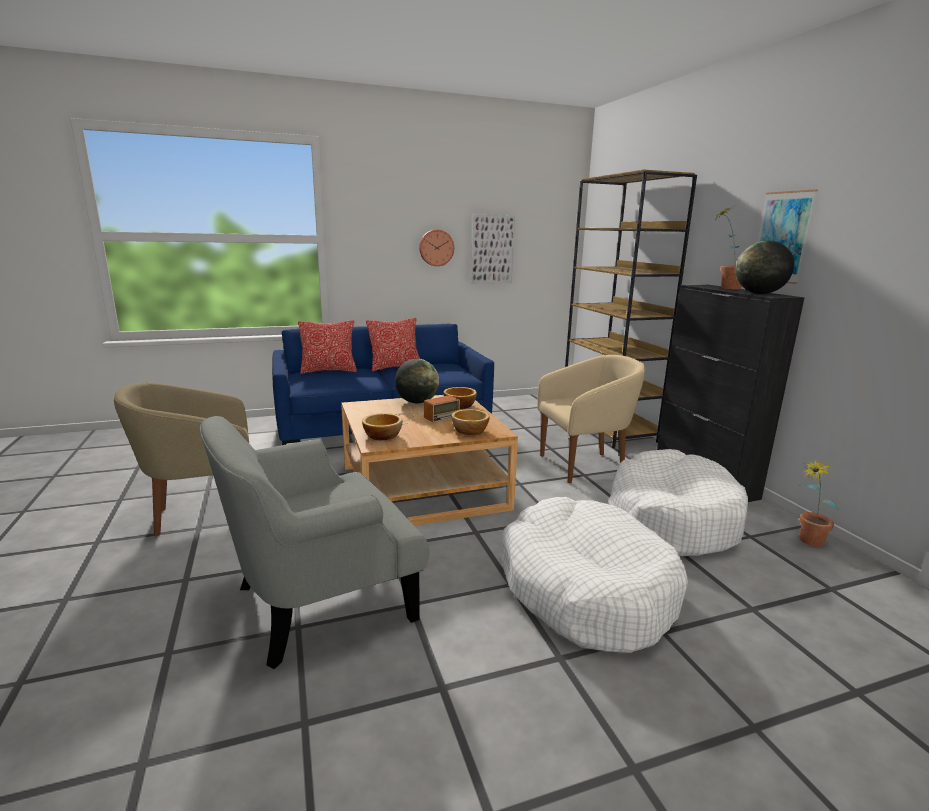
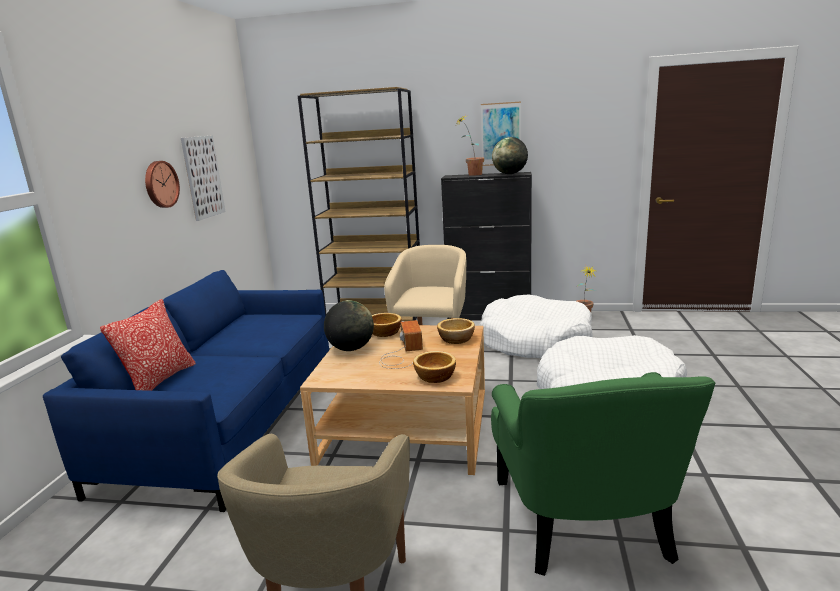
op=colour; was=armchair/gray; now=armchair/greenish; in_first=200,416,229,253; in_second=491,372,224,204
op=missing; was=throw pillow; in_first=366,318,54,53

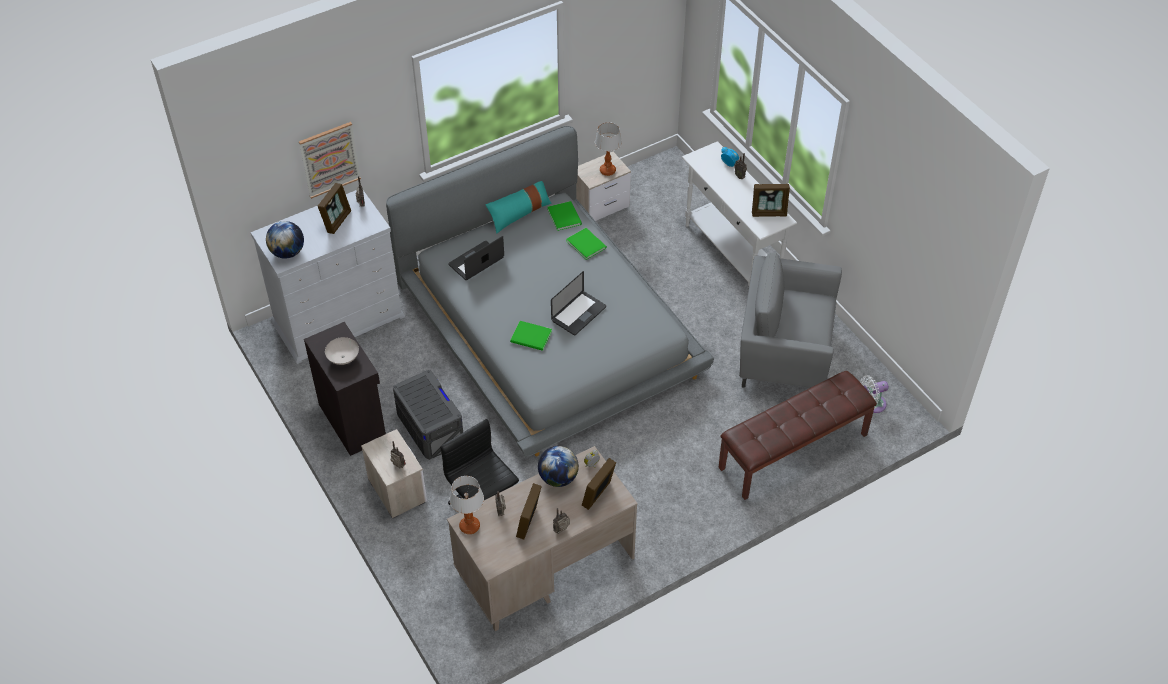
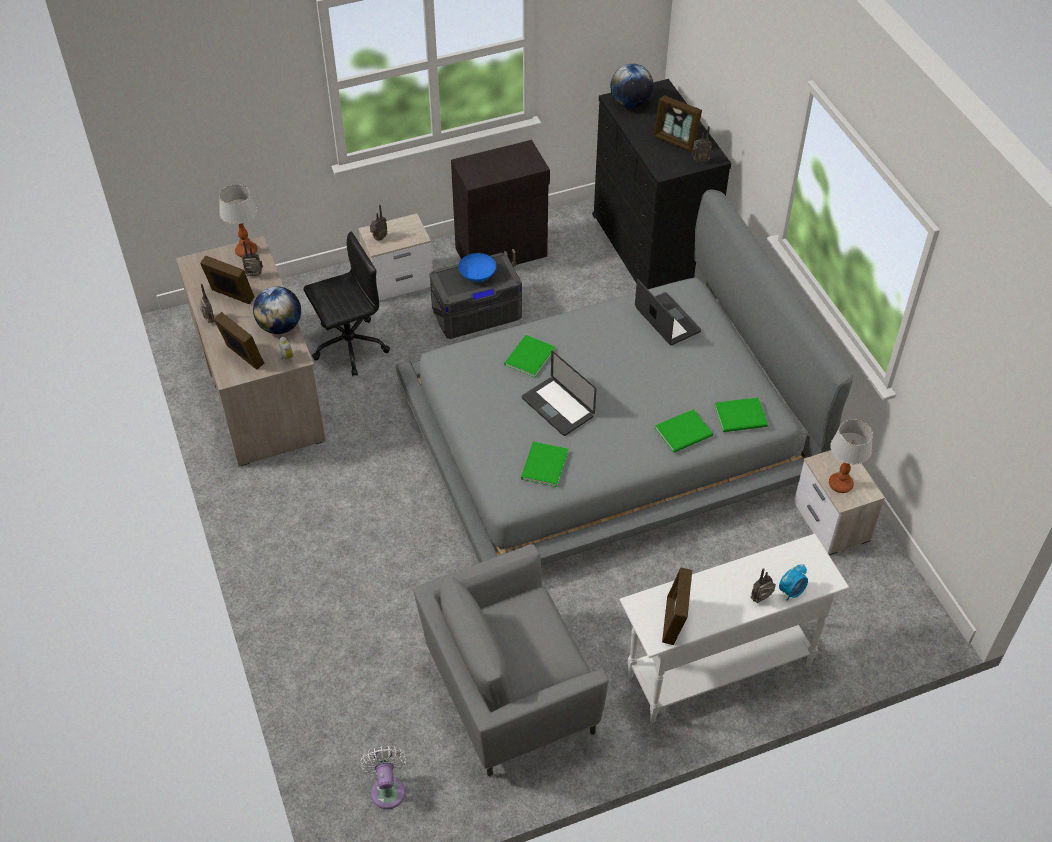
op=colour; was=drawer chest/white; now=drawer chest/blackish; in_first=251,190,154,174; in_second=592,79,139,210
op=missing; was=picture; in_first=299,122,62,77
op=missing; was=bowl/white; in_first=325,337,34,28
op=missing; was=throw pillow/blue-green; in_first=486,181,66,52
op=missing; was=indoor bench/brown-coloured; in_first=718,371,159,129
op=spun; was=armchair/gray; in_first=739,252,103,136; in_second=414,544,195,232; clockwise=-135
op=appeared; now=bowl/blue; in_second=458,253,38,29
op=appeared; now=volume/greenish; in_second=521,442,47,45

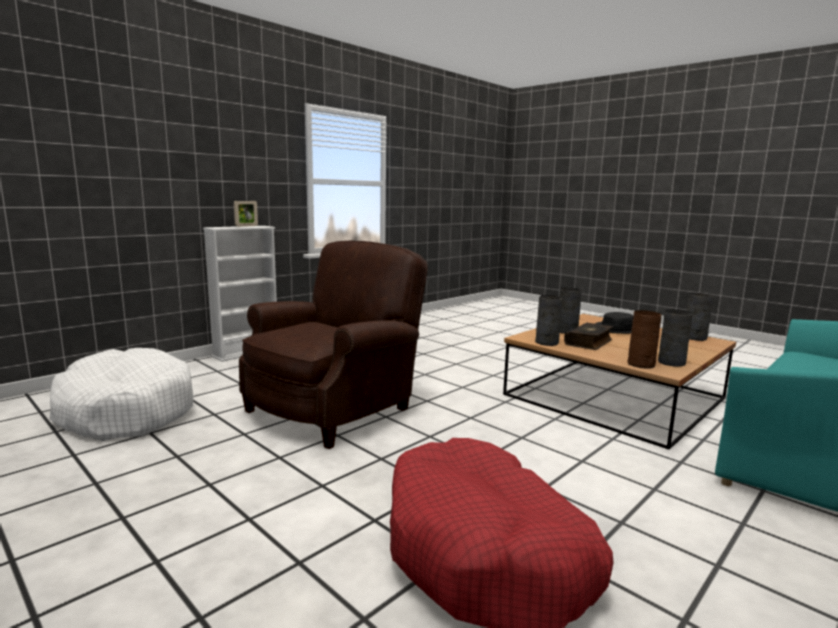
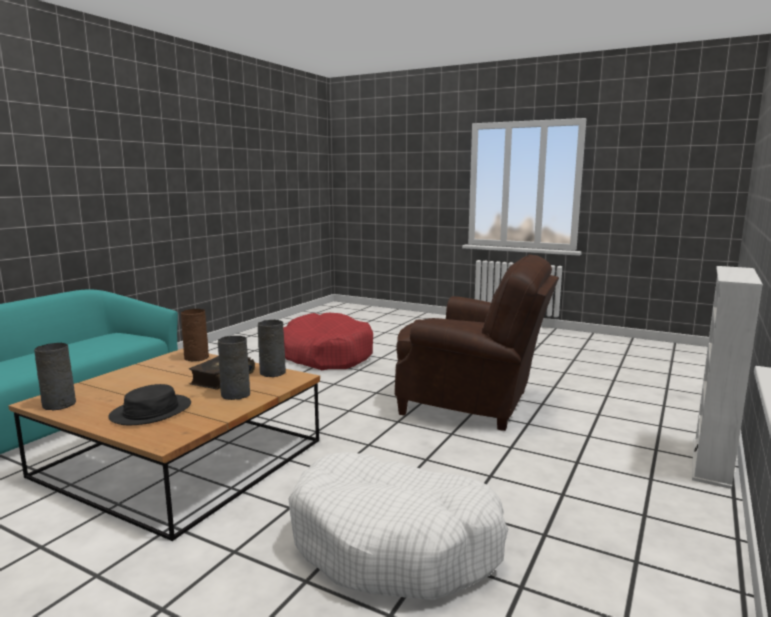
op=relocated; was=pet bed/white; in_first=49,348,145,93; in_second=289,452,219,148
op=missing; was=picture frame; in_first=234,201,24,26
op=spun; was=armchair/brown-coloured; in_first=239,241,189,208; in_second=395,254,164,177; clockwise=-90
op=missing; was=vase/gray; in_first=658,309,35,58

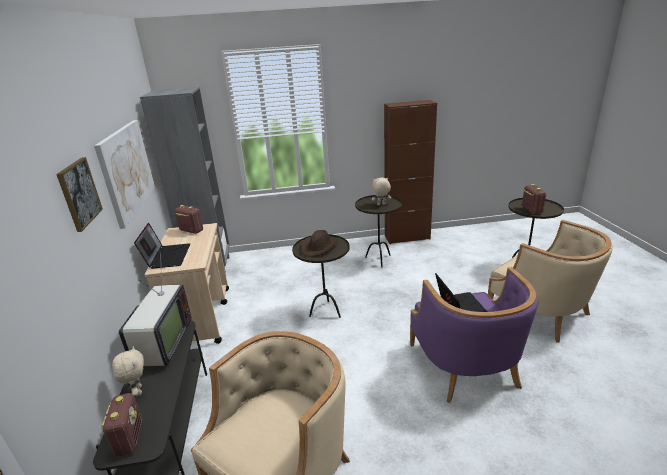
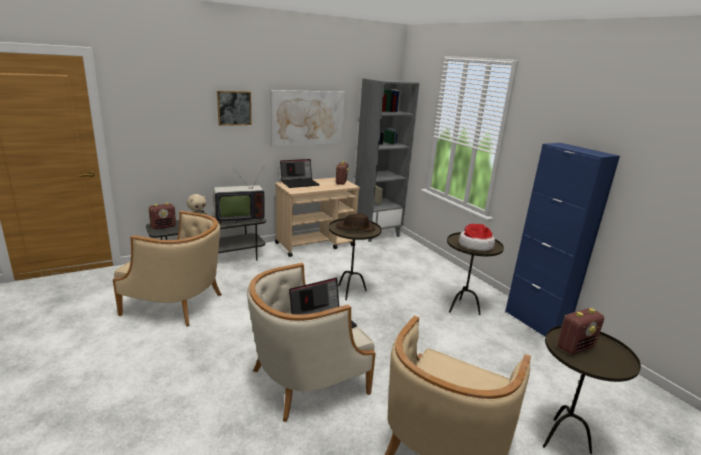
op=exchanged; was=cuddly toy/sand-coloured; now=clothing hat; in_first=372,178,19,27; in_second=459,224,36,27
op=colour; was=cupboard/brown-coloured; now=cupboard/blue; in_first=384,100,53,144; in_second=505,143,115,194
op=colour; was=armchair/purple; now=armchair/sand-coloured; in_first=410,267,128,136; in_second=247,263,129,159

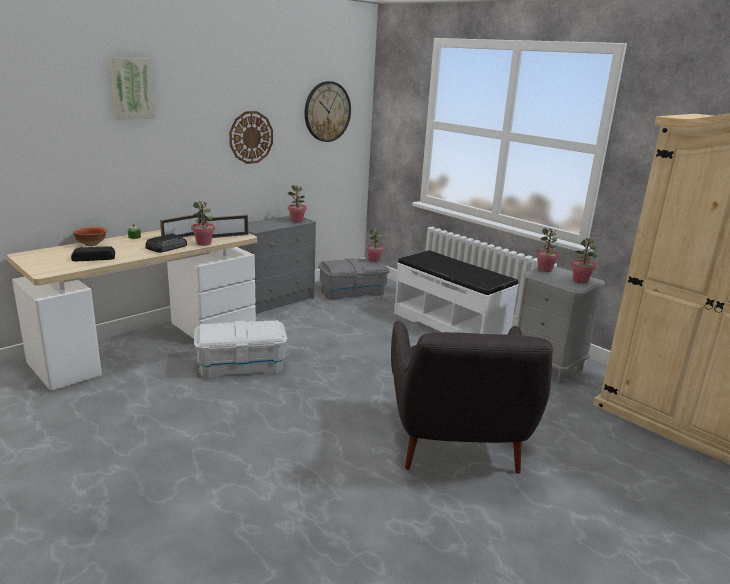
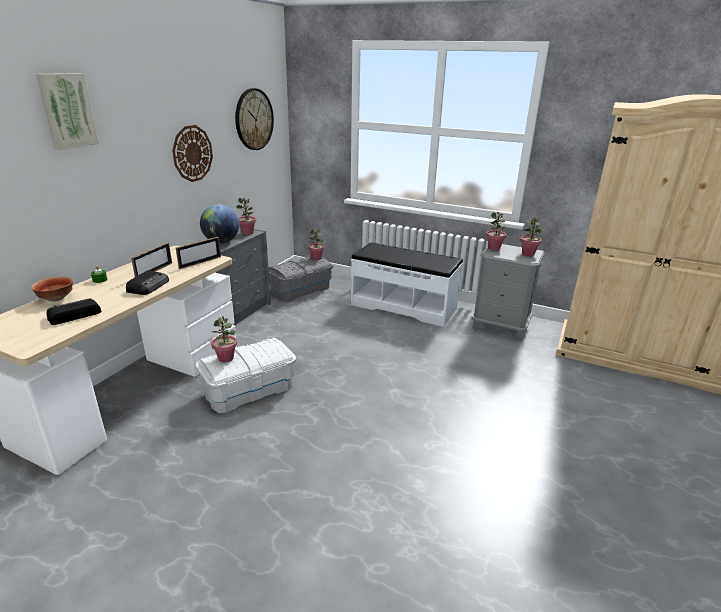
op=relocated; was=plant in a pot; in_first=191,201,24,45; in_second=211,316,26,47
op=missing; was=armchair/gray; in_first=391,321,162,153
op=appeared; now=globe; in_second=200,205,39,38

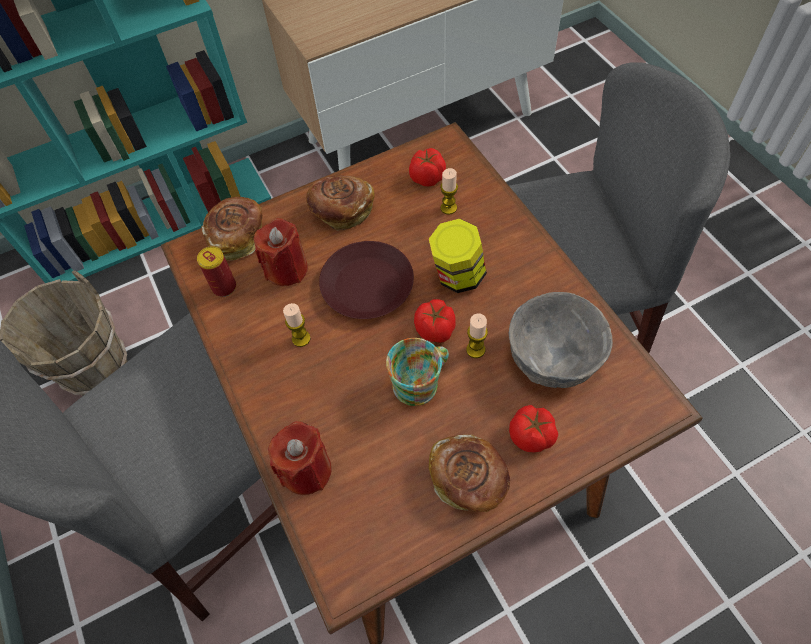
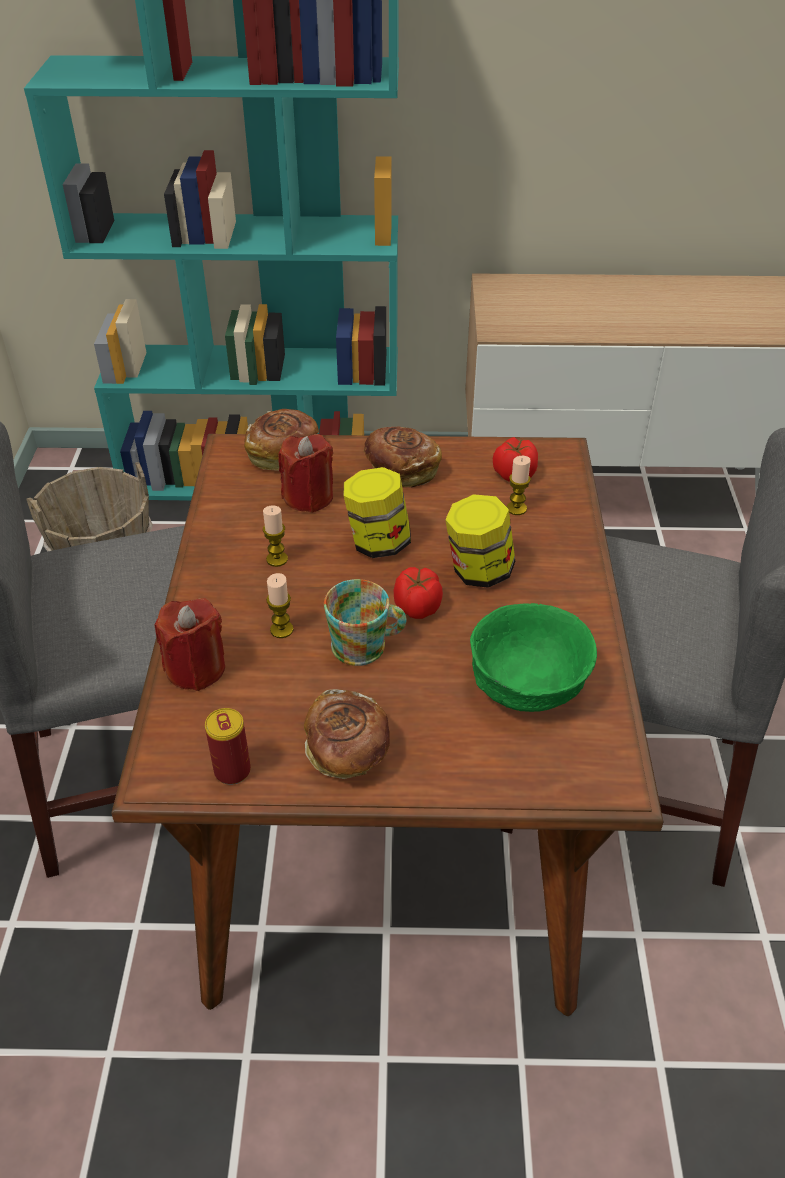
op=relocated; was=sealed can; in_first=197,246,39,51; in_second=205,708,46,77
op=exchanged; was=plate/brown-coloured; now=jar; in_first=319,241,95,78; in_second=343,467,68,91
op=relocated; was=wax candle; in_first=466,313,22,45; in_second=266,573,28,65
op=colour; was=bowl/gray; now=bowl/greenish; in_first=509,292,104,96; in_second=470,603,127,109
op=missing; was=whole tomato; in_first=509,405,49,47

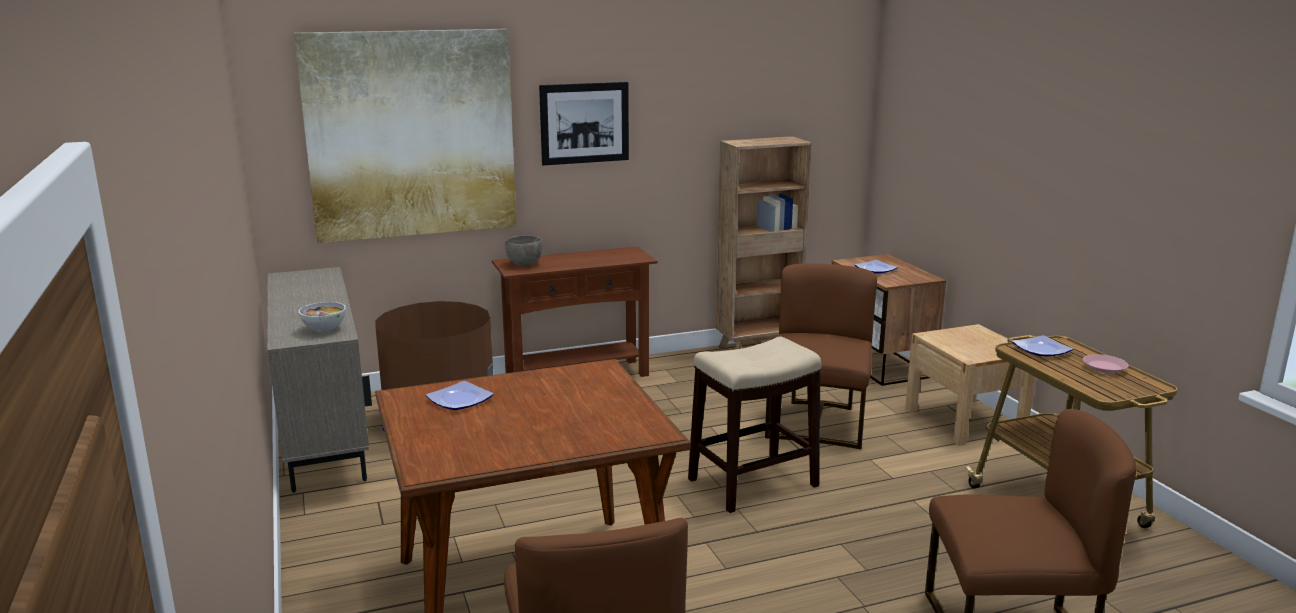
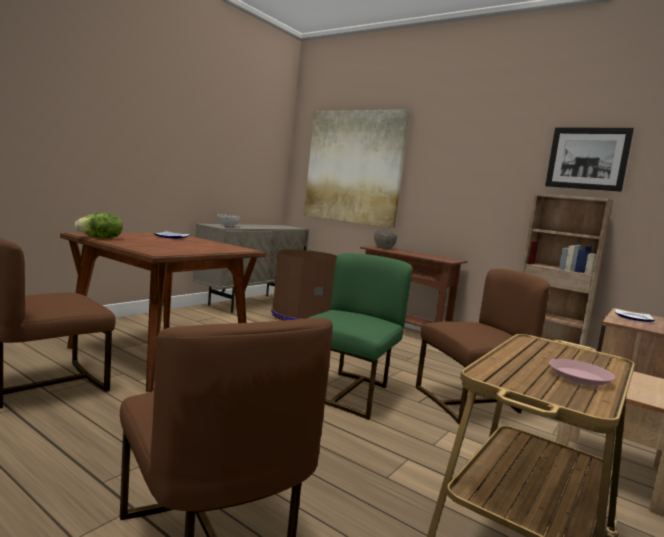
op=relocated; was=picture; in_first=539,82,90,84; in_second=545,127,89,65
op=exchanged; was=sitting stool; now=chair/greenish; in_first=688,337,134,176; in_second=309,253,104,167
op=missing; was=plate; in_first=1012,335,61,21
op=appeared; now=lettuce; in_second=75,213,48,25

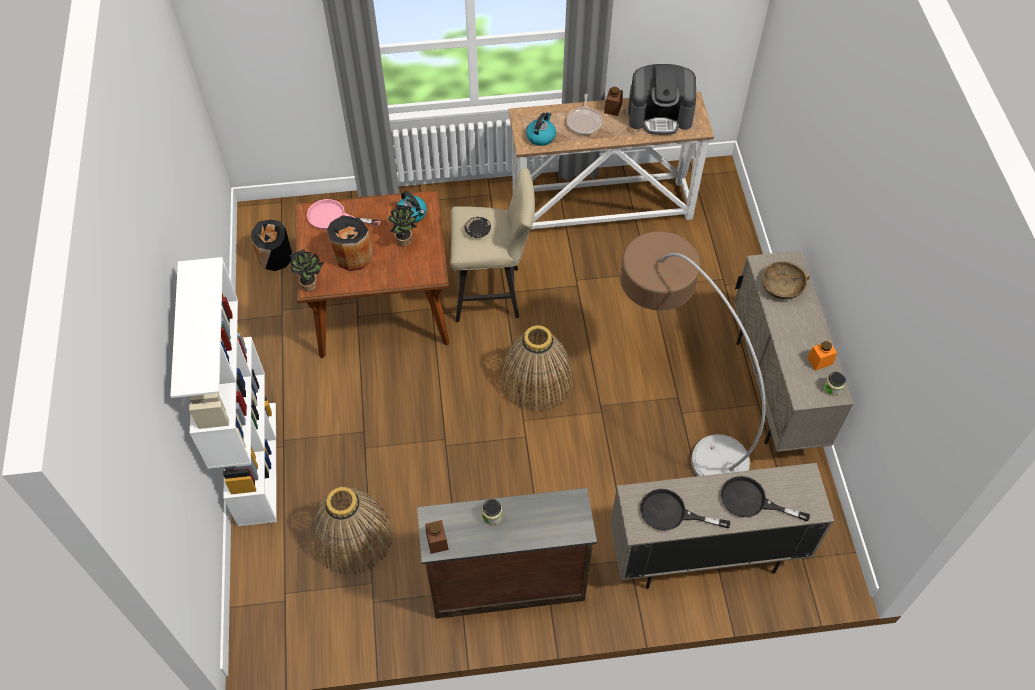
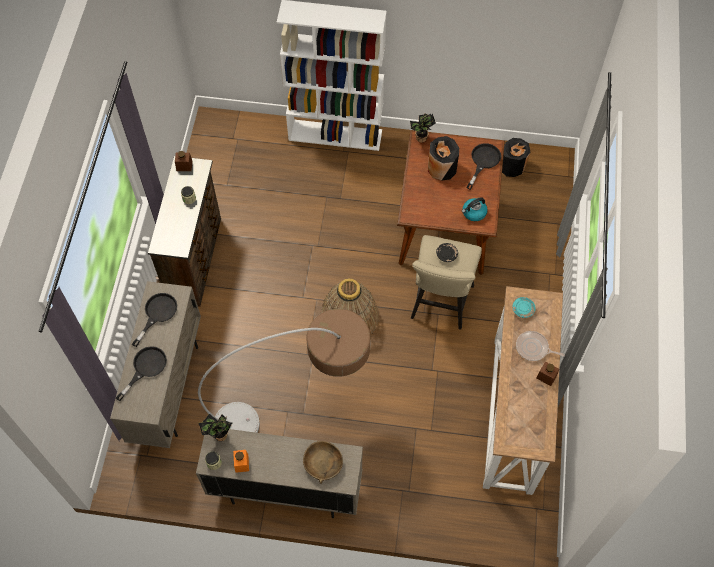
op=colour; was=pan/pink; now=pan/blackish; in_first=307,199,74,31; in_second=466,143,35,47
op=missing; was=basket; in_first=311,487,82,88
op=relocated; was=plant in a pot; in_first=388,205,29,42; in_second=199,414,33,27
op=exchanged; was=tea kettle; now=plate/blue-green; in_first=526,112,30,34; in_second=513,297,23,21
op=missing; was=coffee brewer; in_first=628,64,68,71

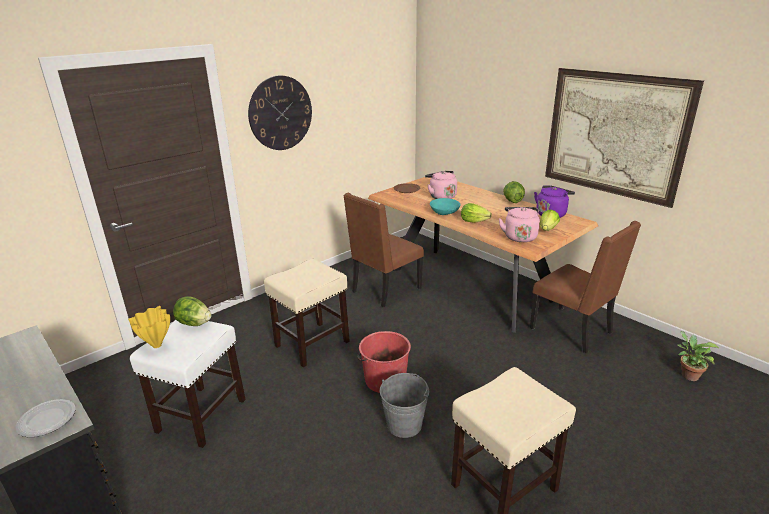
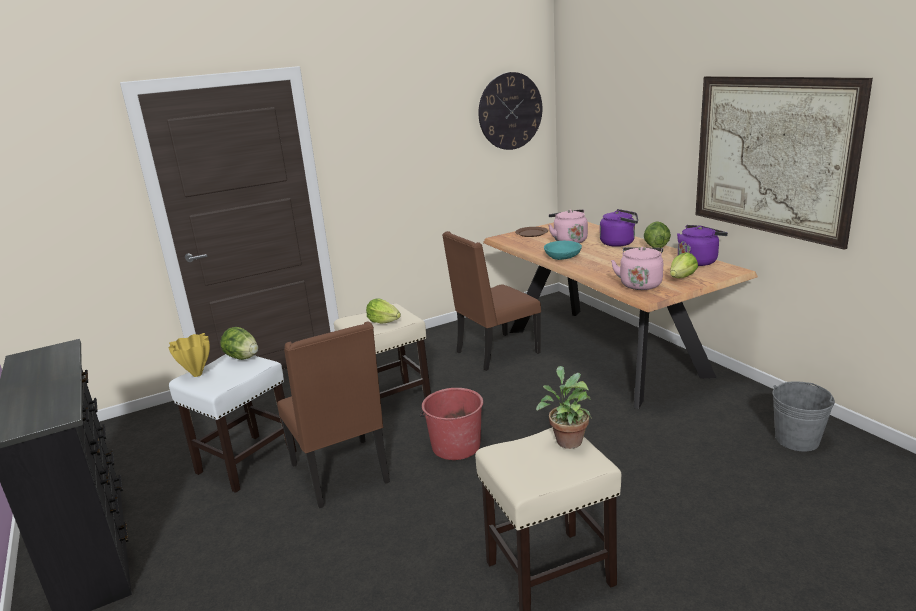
op=missing; was=plate; in_first=16,399,59,38
op=relocated; was=wall clock; in_first=248,75,64,75; in_second=478,72,64,78
op=relocated; was=bucket/gray; in_first=380,373,49,65; in_second=773,381,62,70
op=relocated; was=lettuce; in_first=461,203,31,20; in_second=366,298,35,26
op=relocated; was=chair/brown-coloured; in_first=530,221,111,132; in_second=277,321,113,187
op=relocated; was=plant in a pot; in_first=678,331,41,50; in_second=536,366,56,83
op=appeared; now=tea kettle/purple; in_second=600,209,38,38

